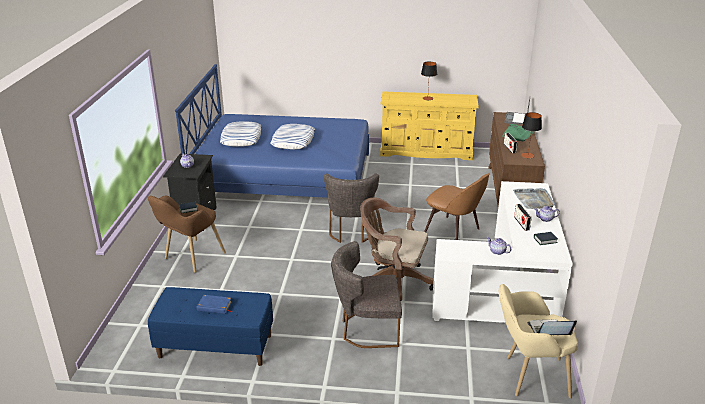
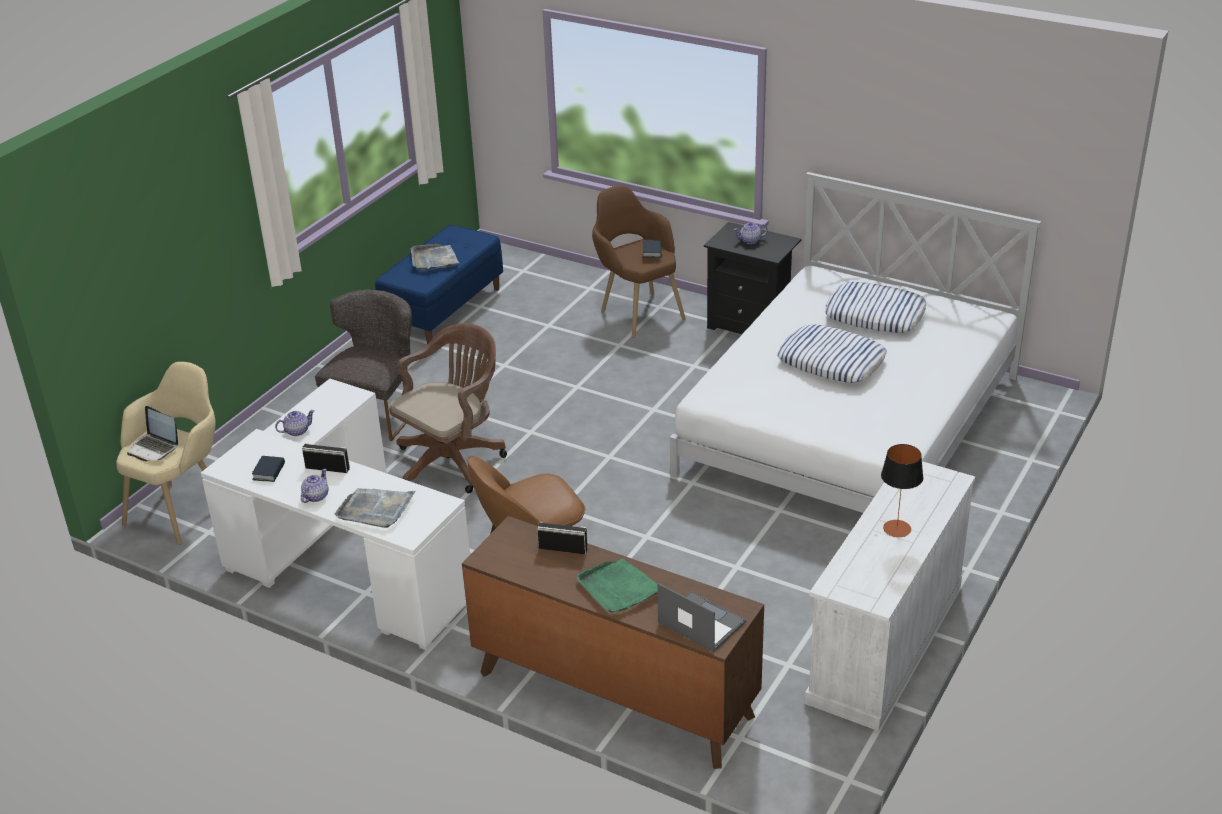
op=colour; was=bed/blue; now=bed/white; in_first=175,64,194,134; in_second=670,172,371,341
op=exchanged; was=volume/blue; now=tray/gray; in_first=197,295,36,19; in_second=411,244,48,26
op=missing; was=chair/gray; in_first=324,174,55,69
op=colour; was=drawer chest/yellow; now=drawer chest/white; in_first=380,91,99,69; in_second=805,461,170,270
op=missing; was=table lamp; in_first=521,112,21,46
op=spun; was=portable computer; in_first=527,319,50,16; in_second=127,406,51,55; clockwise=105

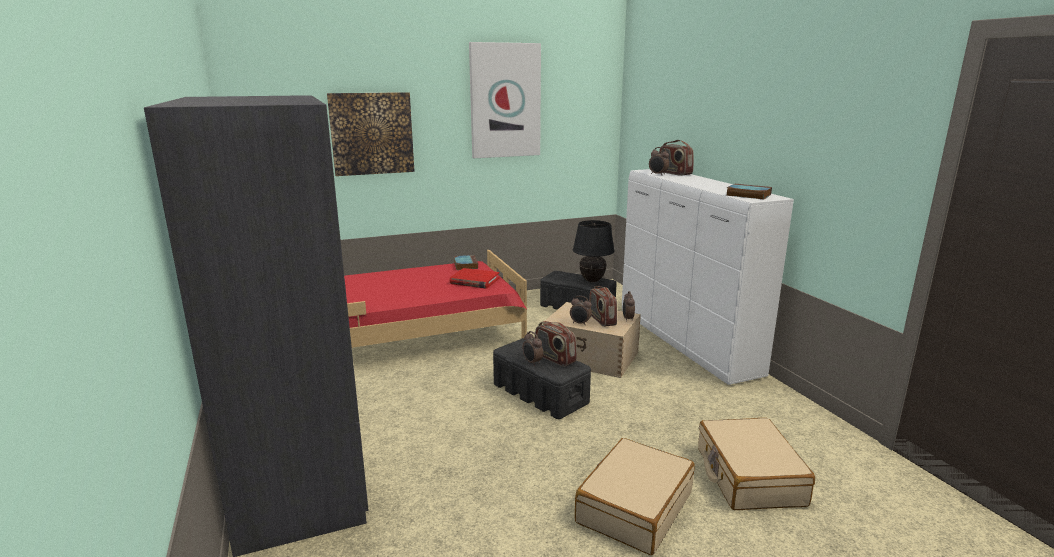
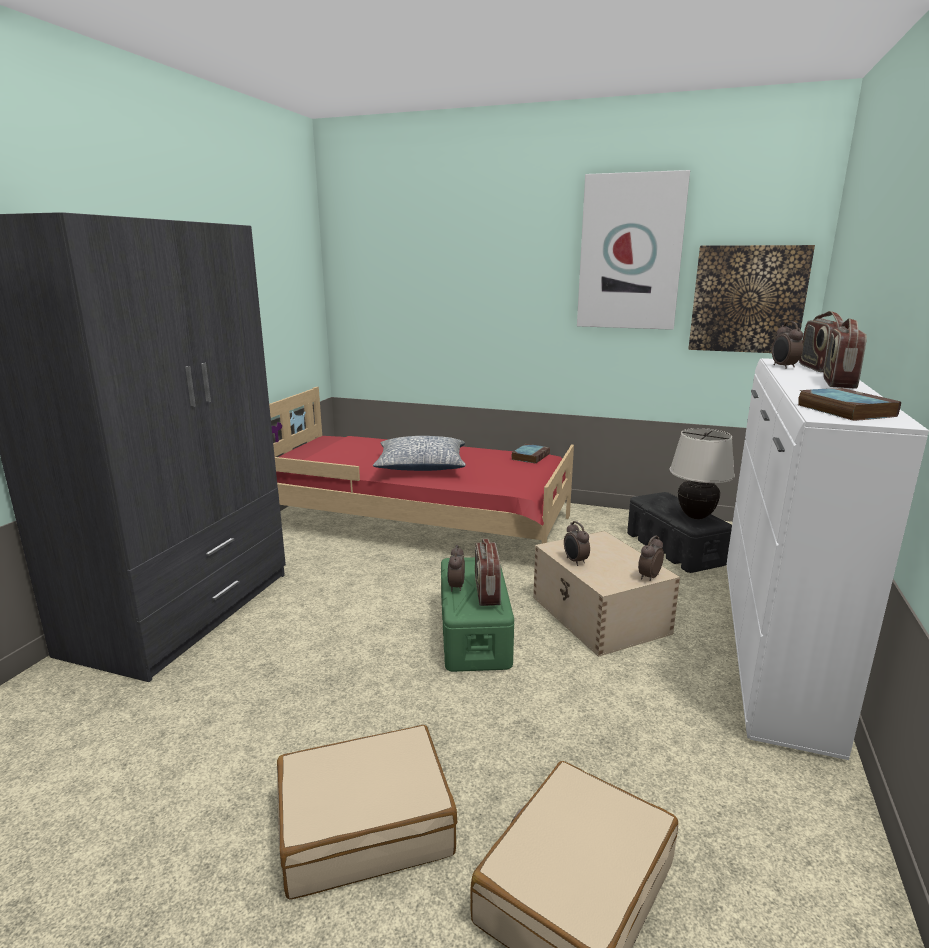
op=relocated; was=picture; in_first=327,92,88,84; in_second=688,245,127,108
op=missing; was=volume/red-coloured; in_first=449,268,50,21
op=colour; was=storage box/blackish; now=storage box/greenish; in_first=493,338,98,81; in_second=441,557,73,115
op=colour; was=table lamp/blackish; now=table lamp/sand-coloured; in_first=573,220,42,62; in_second=669,428,66,91
op=relocated; was=radio; in_first=589,286,28,41; in_second=823,318,44,71
op=appeared; now=throw pillow; in_second=373,436,93,35

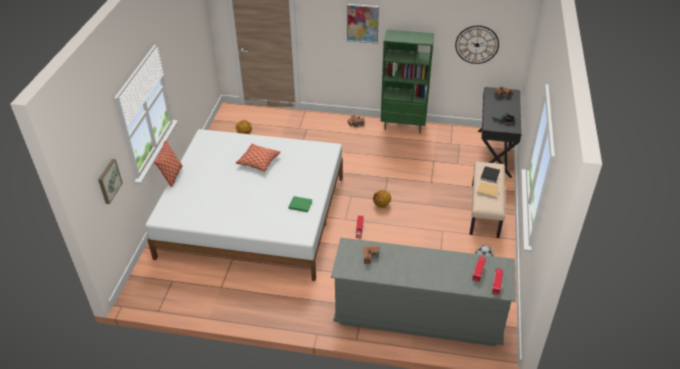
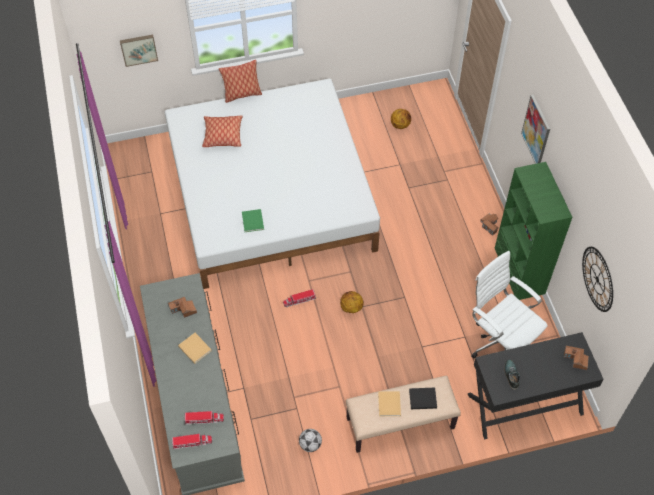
op=relocated; was=throw pillow; in_first=236,144,44,28; in_second=202,115,40,32
op=appeared; now=volume/sand-coloured; in_second=178,333,33,31
op=appeared; now=desk chair/white; in_second=471,251,77,108

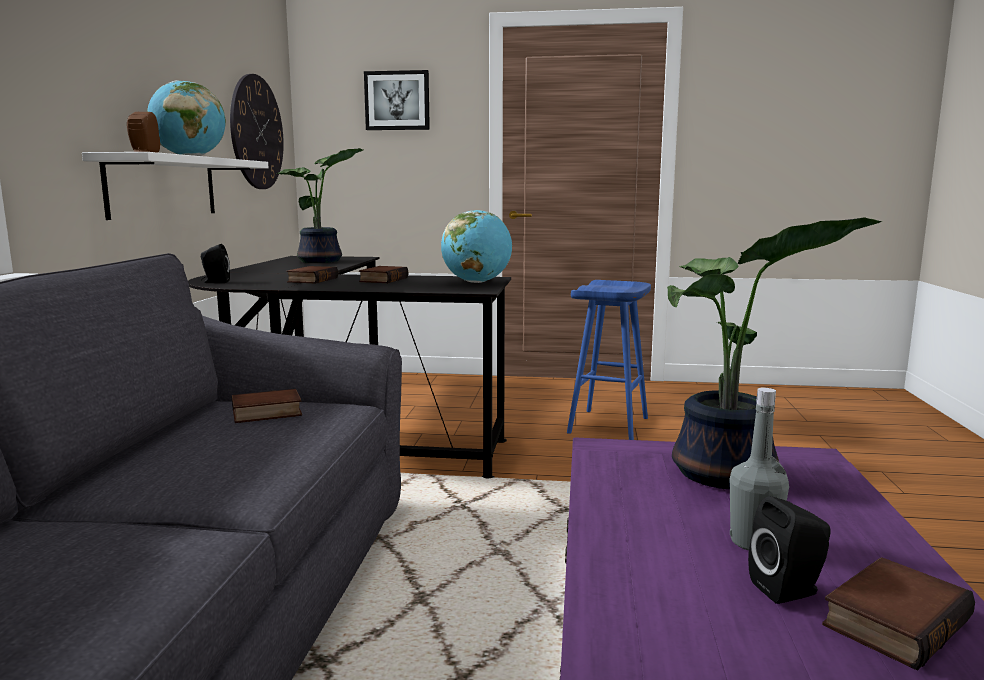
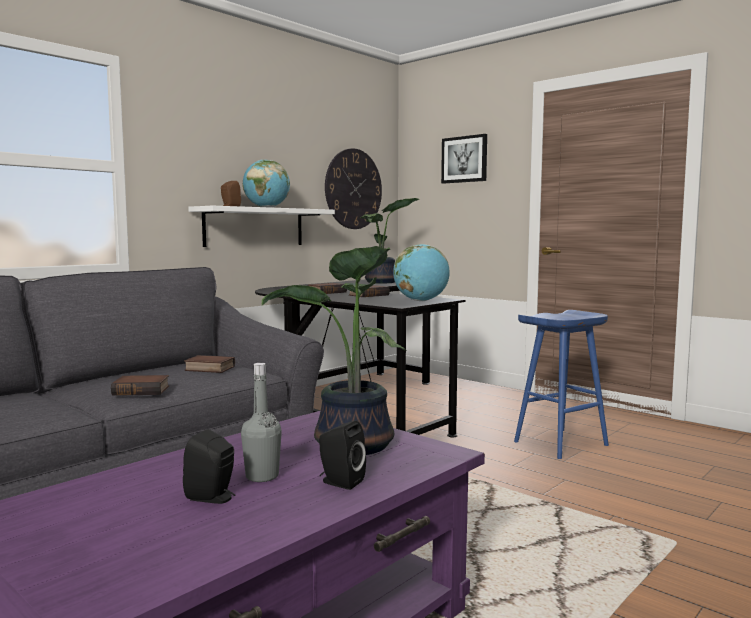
op=relocated; was=loudspeaker/blackish; in_first=201,244,29,39; in_second=319,421,47,69
op=relocated; was=volume; in_first=822,557,153,114; in_second=111,375,58,21

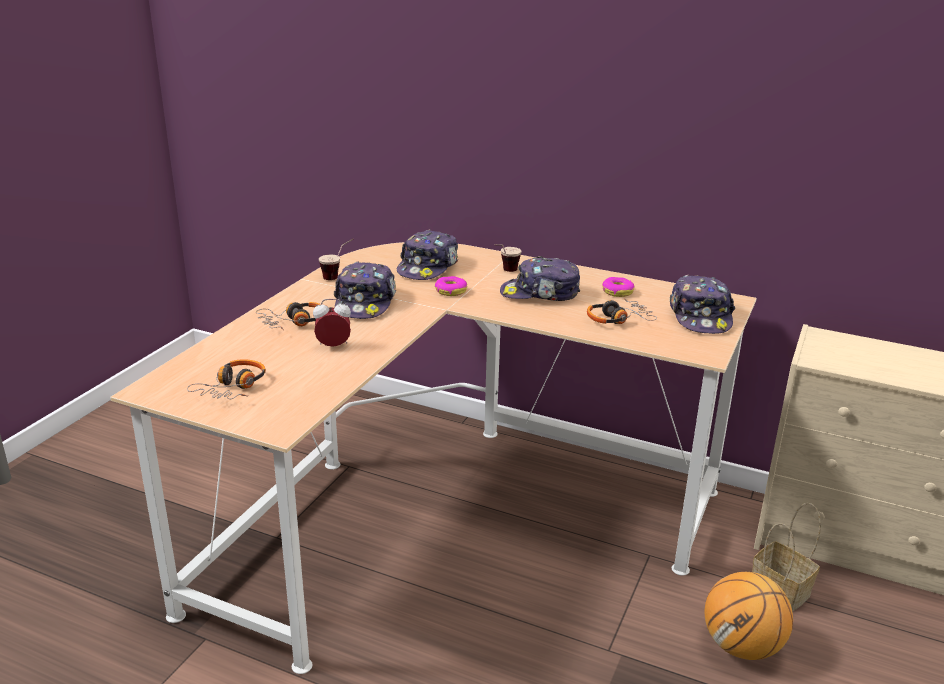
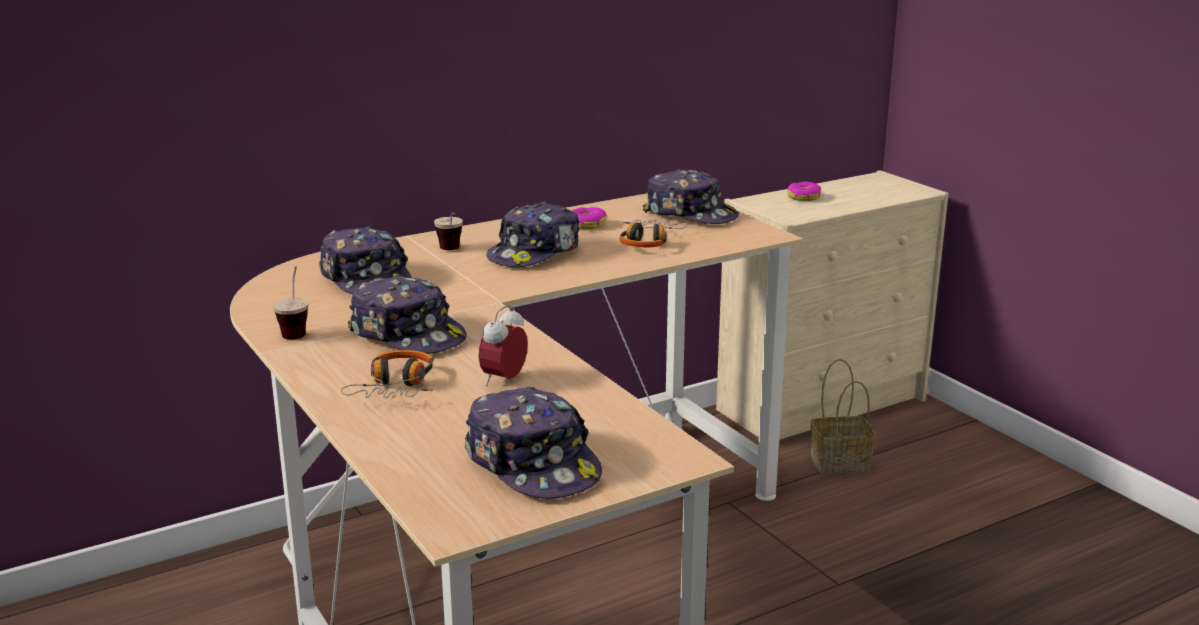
op=exchanged; was=pair of headphones; now=baseball cap; in_first=187,359,79,40; in_second=465,387,137,112
op=relocated; was=doughnut; in_first=435,276,32,20; in_second=787,182,34,19
op=missing; was=basketball; in_first=705,572,88,88

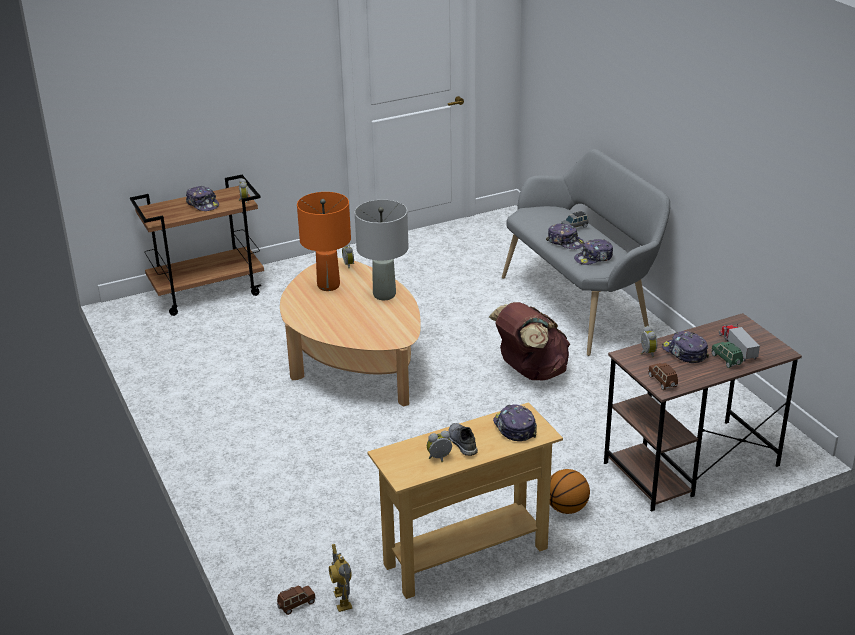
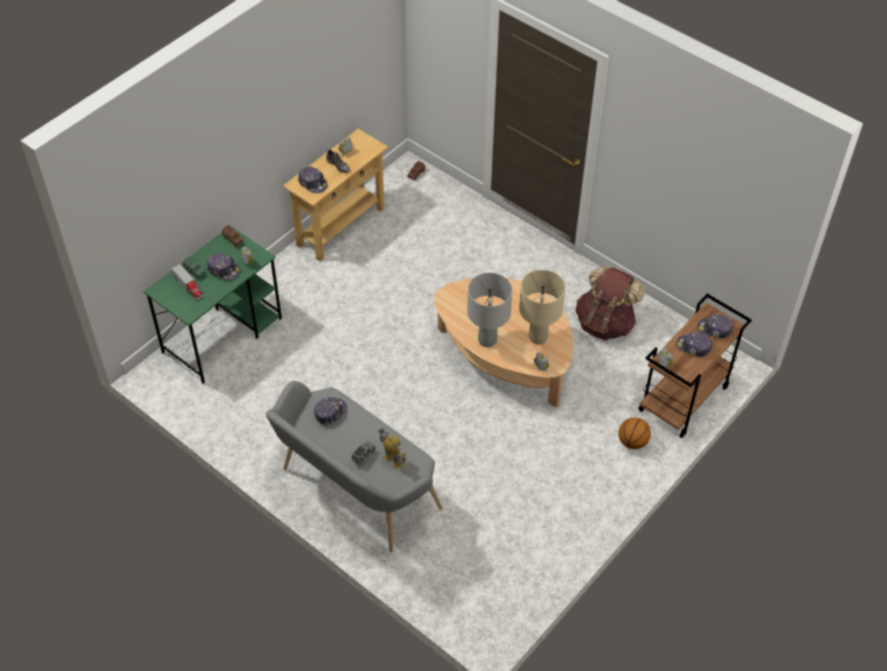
op=colour; was=table lamp/orange-coloured; now=table lamp/sand-coloured; in_first=297,192,54,99; in_second=519,270,47,74
op=relocated; was=robot figure; in_first=329,544,23,68; in_second=378,428,28,41
op=relocated; was=knapsack/brown-coloured; in_first=489,302,81,78; in_second=576,266,68,74
op=relocated; was=baseball cap; in_first=546,223,38,26; in_second=697,314,36,24
op=relocated; was=basketball; in_first=550,469,40,45; in_second=619,417,32,32
op=colour; was=desk unit/brown-coloured; now=desk unit/greenish; in_first=604,313,198,199; in_second=144,226,138,158

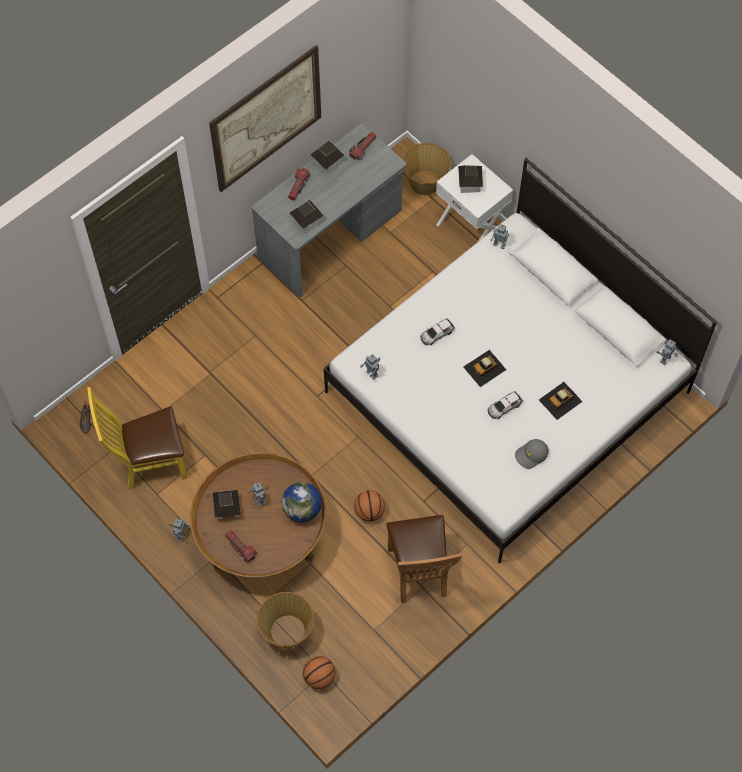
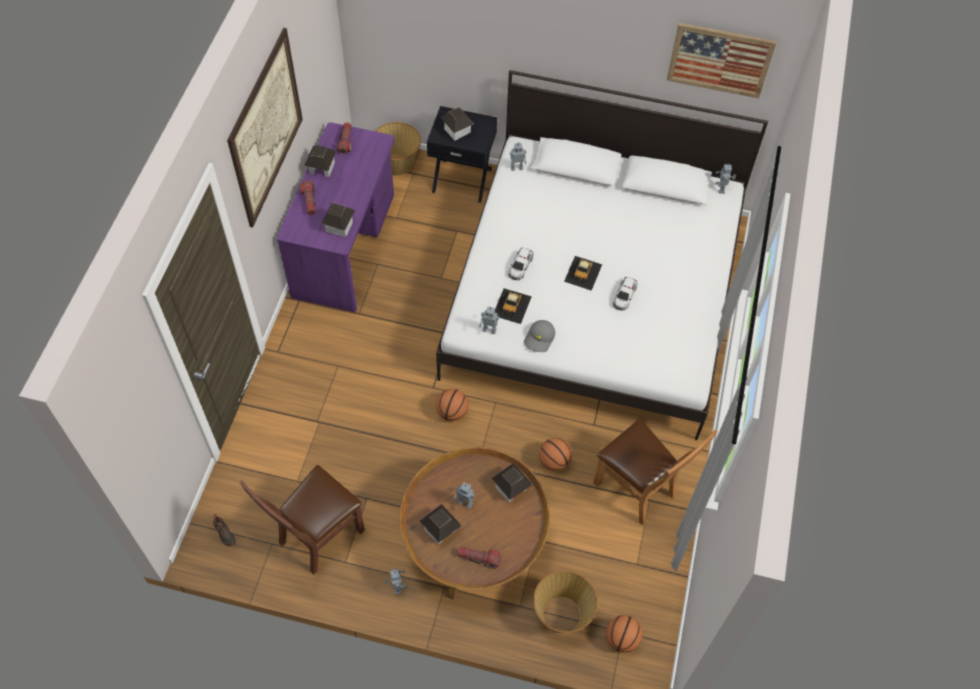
op=colour; was=chair/yellow; now=chair/brown-coloured; in_first=87,387,100,103; in_second=239,465,126,109
op=colour; was=desk unit/gray; now=desk unit/purple; in_first=252,124,154,173; in_second=277,122,117,190
op=exchanged; was=globe; now=miniature house; in_first=282,482,40,40; in_second=492,463,41,39
op=colour; was=night table/white; now=night table/blackish; in_first=436,154,77,88; in_second=427,106,70,97
op=relocated; was=baseball cap/gray; in_first=515,439,34,30; in_second=524,320,31,32
op=relocated; was=model car; in_first=539,382,44,38; in_second=495,288,37,36
op=appeared; now=basketball; in_second=436,389,33,32
op=appeared; now=picture; in_second=667,23,110,75

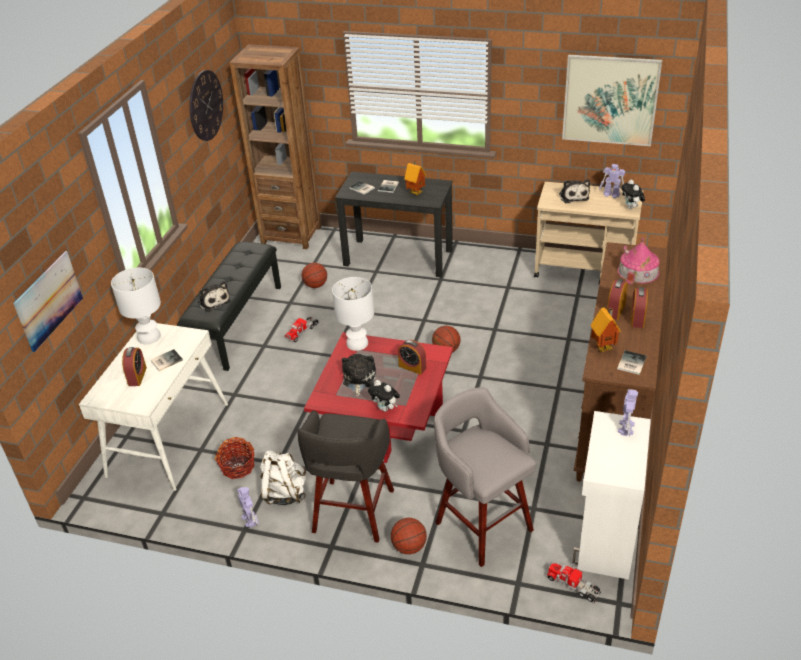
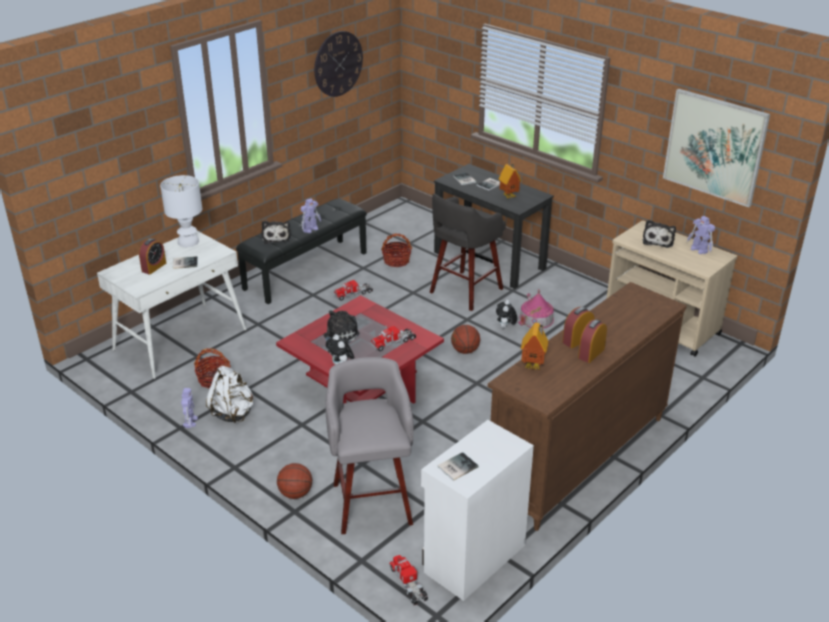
op=missing; was=picture; in_first=13,251,70,101
op=missing; was=bookcase/brown-coloured; in_first=230,44,91,205
op=relocated; was=sitting stool/gray; in_first=298,410,96,133; in_second=430,194,76,117
op=exchanged; was=basketball; now=basket; in_first=302,263,25,25; in_second=381,233,31,34
op=missing; was=table lamp/white; in_first=332,277,42,74
op=exchanged; was=alarm clock; now=toy lorry; in_first=398,340,28,35; in_second=370,326,46,25
op=relocated; was=volume; in_first=617,350,30,25; in_second=437,452,42,29
op=relocated; was=miniature house; in_first=618,237,42,48; in_second=518,289,36,39
op=relocated; was=robot figure; in_first=618,389,20,47; in_second=301,198,20,35
op=relocated; was=cuddly toy; in_first=621,180,24,29; in_second=496,300,21,29

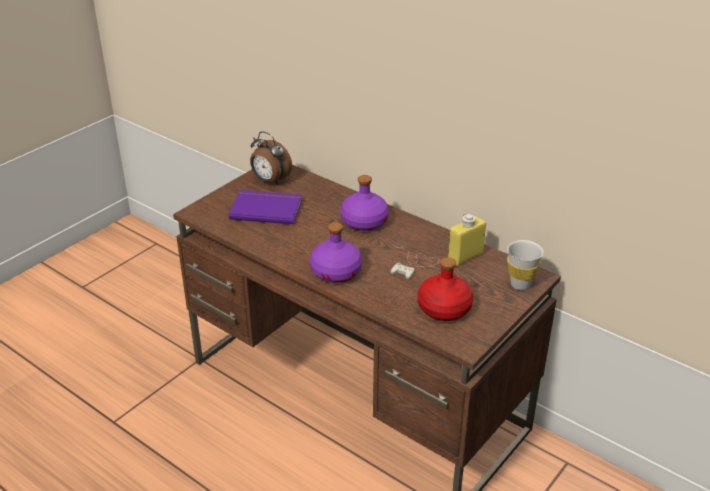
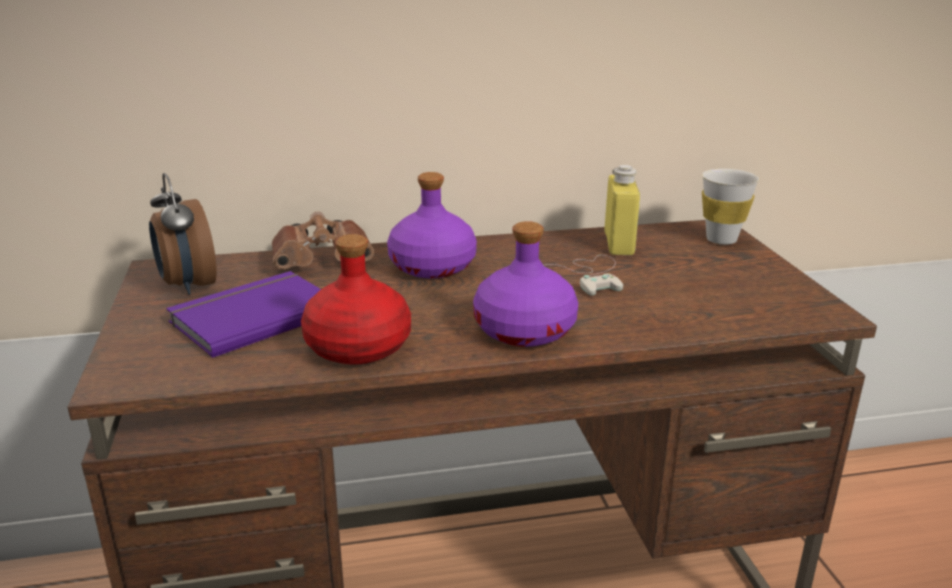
op=spun; was=alarm clock; in_first=250,131,42,54; in_second=149,173,68,122; clockwise=75
op=relocated; was=bottle/red-coloured; in_first=418,257,55,64; in_second=301,234,110,131
op=appeared; now=binoculars/brown-coloured; in_second=272,212,102,58

